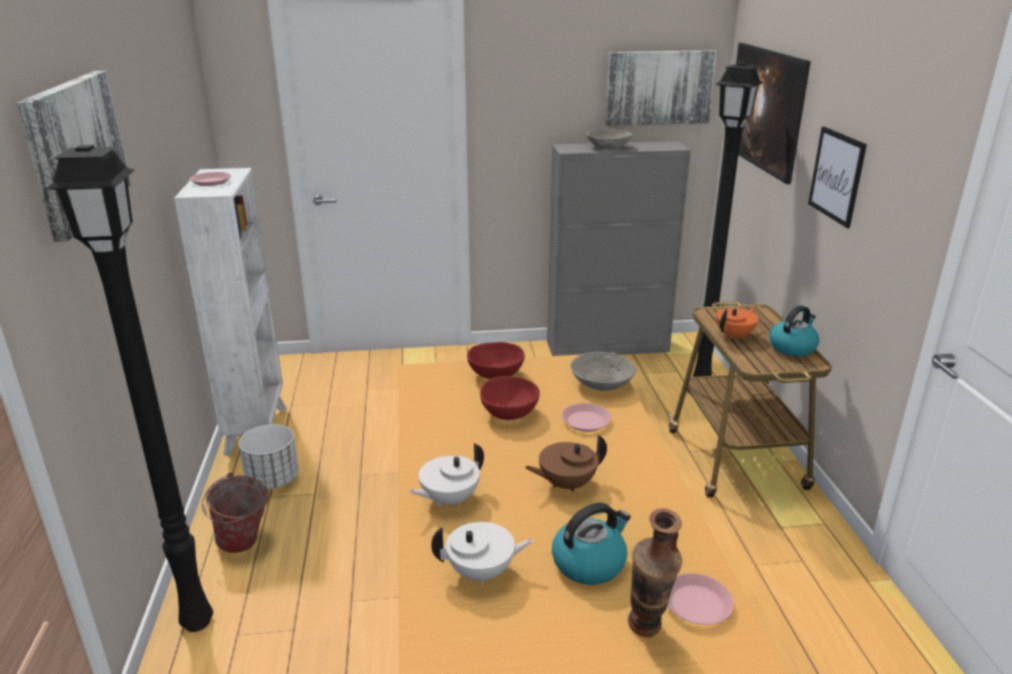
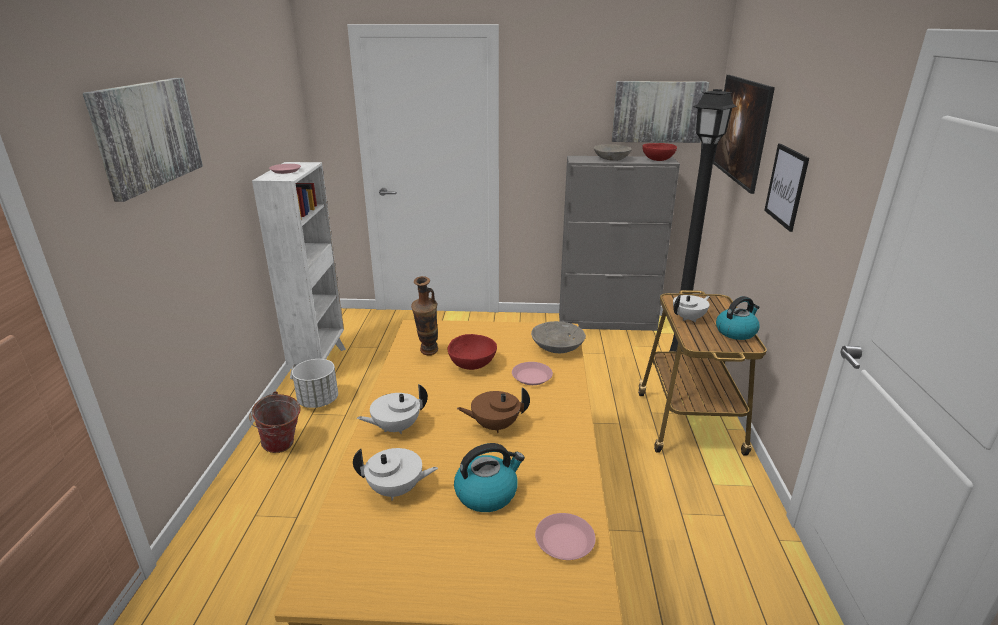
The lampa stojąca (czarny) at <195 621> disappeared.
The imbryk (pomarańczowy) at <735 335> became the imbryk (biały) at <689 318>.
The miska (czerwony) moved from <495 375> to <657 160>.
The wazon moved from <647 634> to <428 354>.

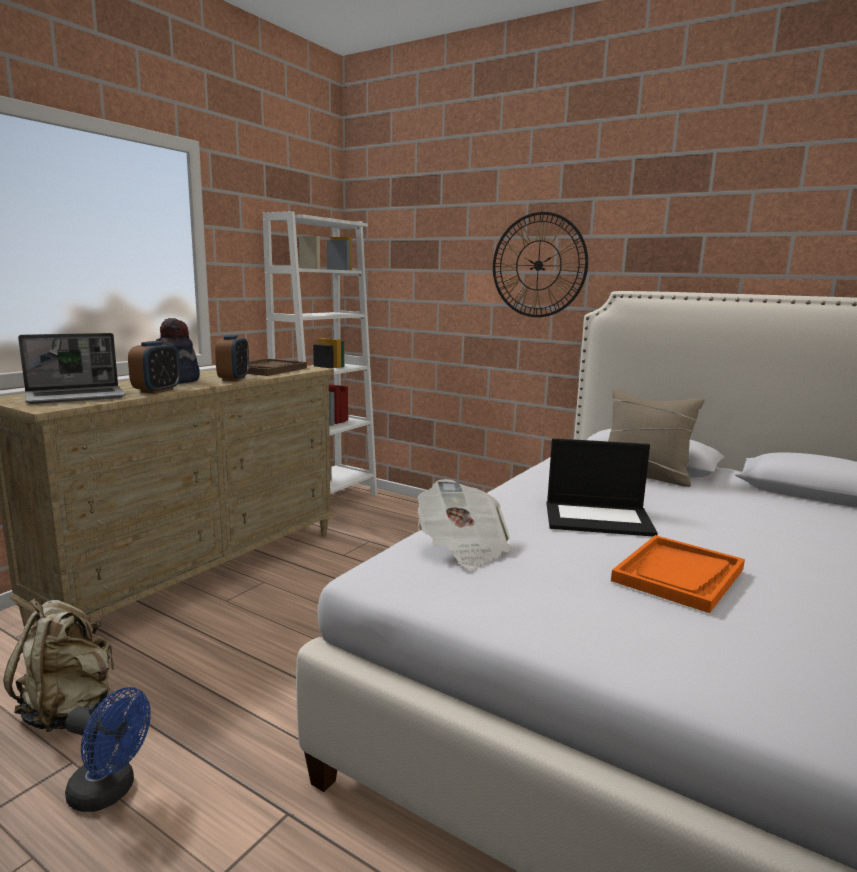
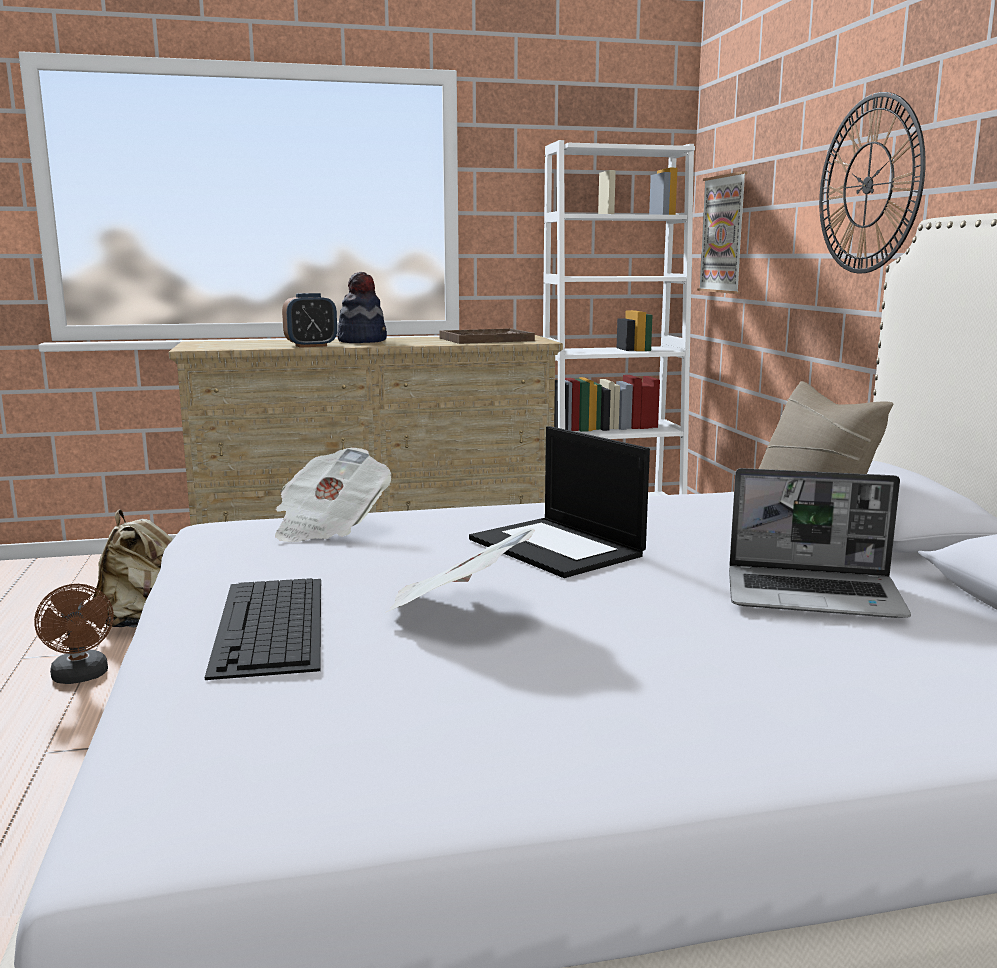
The laptop moved from <77 397> to <815 595>.
The budzik at <234 379> disappeared.
The taca (pomarańczowy) at <678 575> was replaced by the gazeta at <456 609>.
The wentylator (niebieski) at <110 791> became the wentylator (brązowy) at <81 677>.
The obraz at <723 234> appeared.
The klawiatura at <271 625> appeared.

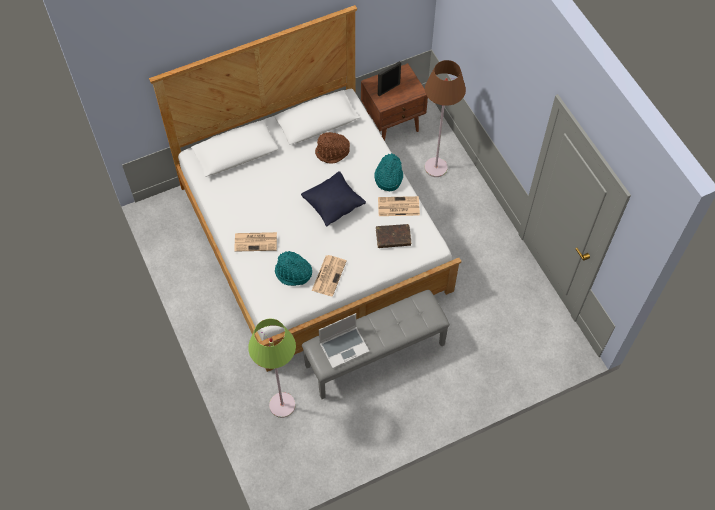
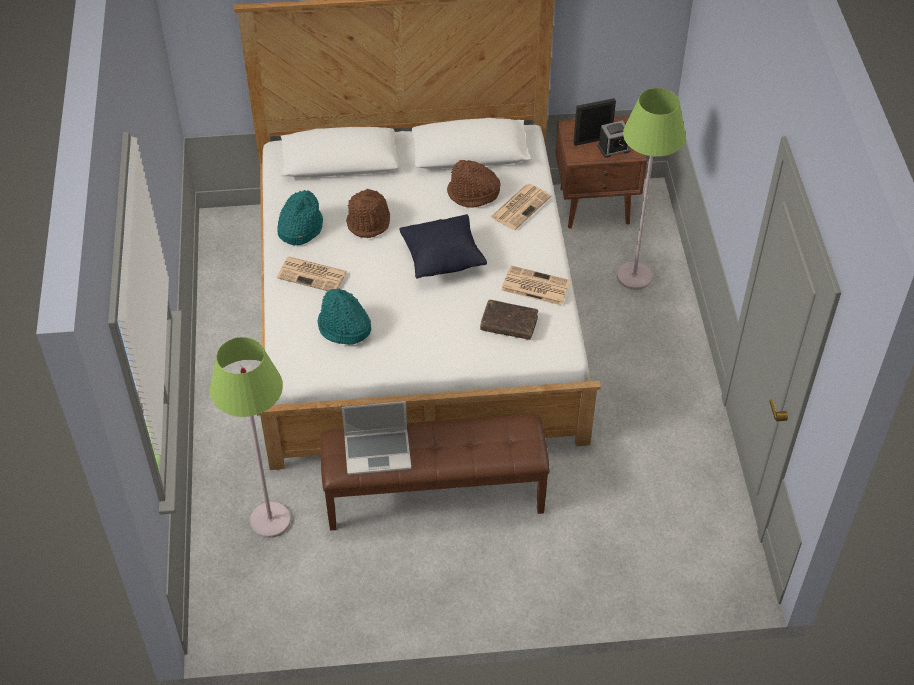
The lampa stojąca (brązowy) at <435 167> became the lampa stojąca (zielony) at <634 276>.
The kapelusz (turkusowy) moved from <388 177> to <300 228>.
The gazeta moved from <329 275> to <521 206>.
The ławka (szary) at <375 354> became the ławka (brązowy) at <435 494>.
The budzik at <613 148> appeared.
The kapelusz (brązowy) at <369 221> appeared.

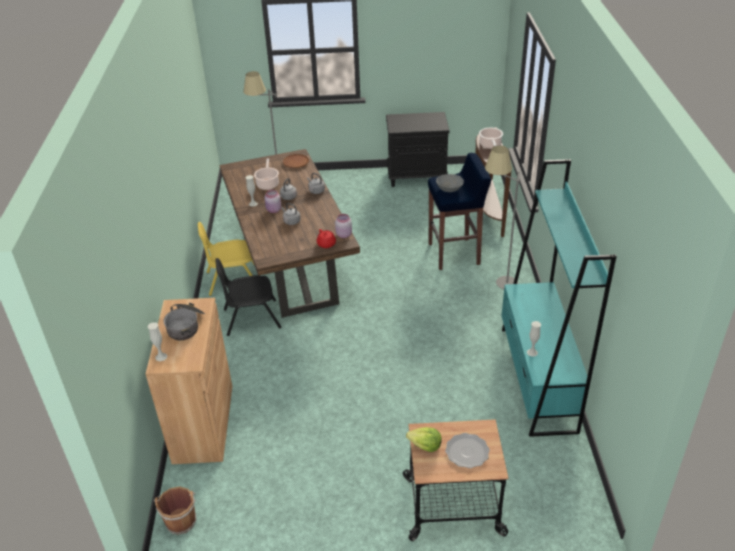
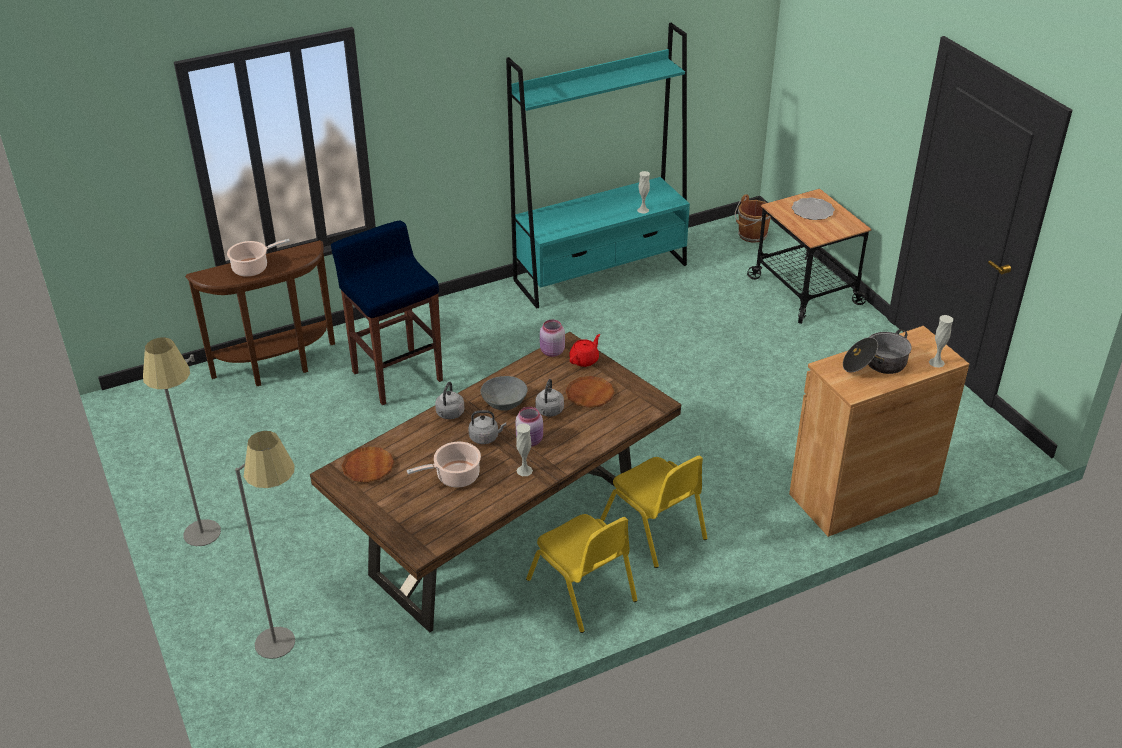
The szafka nocna (czarny) at <417 176> disappeared.
The lampa stojąca (szary) moved from <497 284> to <208 543>.
The miska (szary) moved from <449 189> to <505 402>.
The krzesło (czarny) at <251 318> became the krzesło (żółty) at <654 529>.
The sałata at <425 446> disappeared.
The wiadro (brązowy) moved from <180 520> to <751 235>.
The talerz (brązowy) at <589 395> appeared.

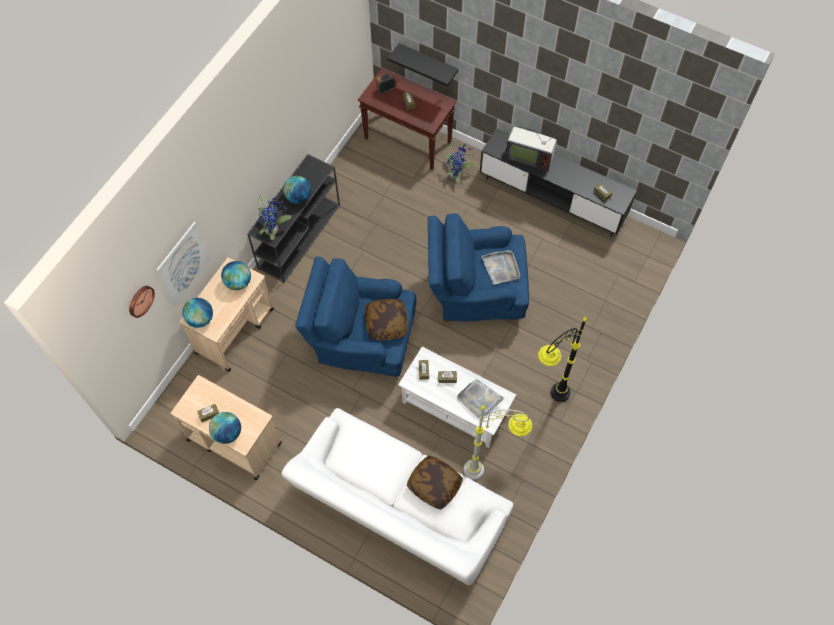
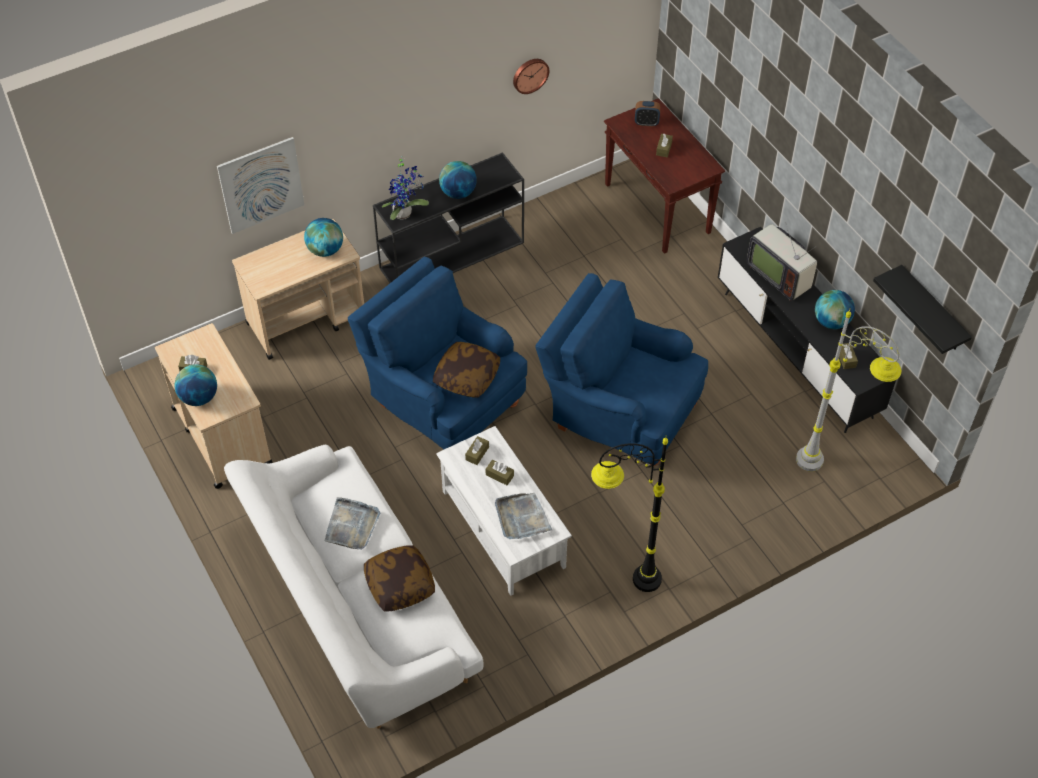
The półka (czarny) moved from <428 63> to <932 310>.
The roślina doniczkowa at <456 174> disappeared.
The taca (szary) moved from <501 268> to <352 525>.
The zegar ścienny moved from <140 300> to <530 75>.
The globus moved from <200 319> to <831 322>.
The lampa stojąca (szary) moved from <491 471> to <830 471>.

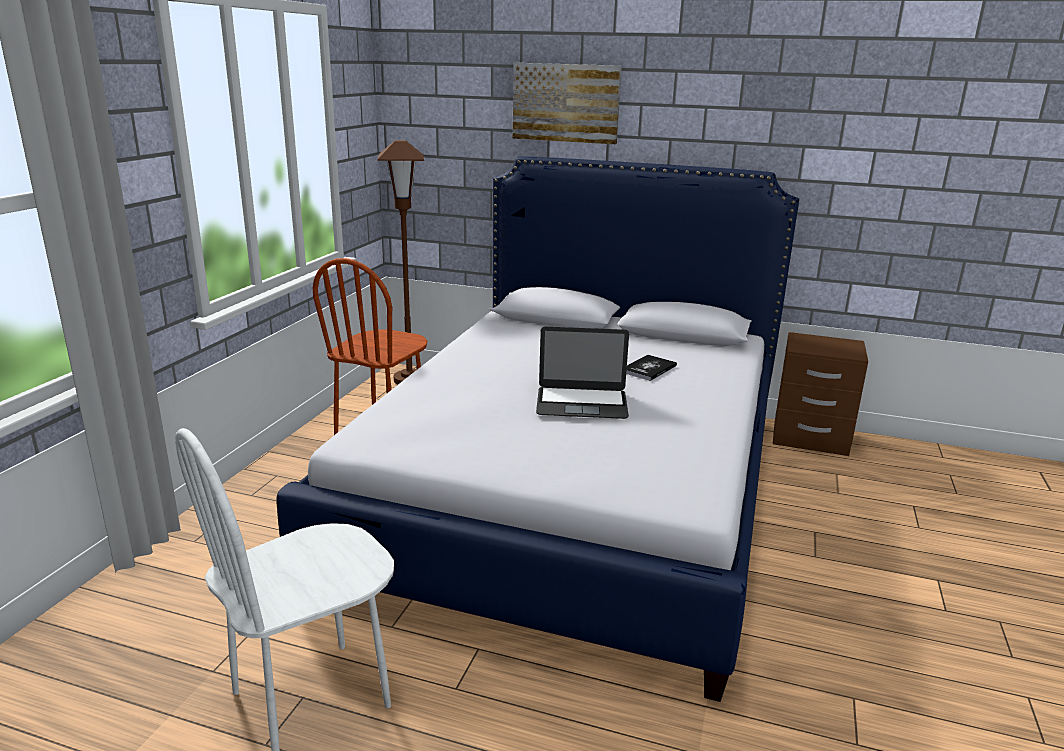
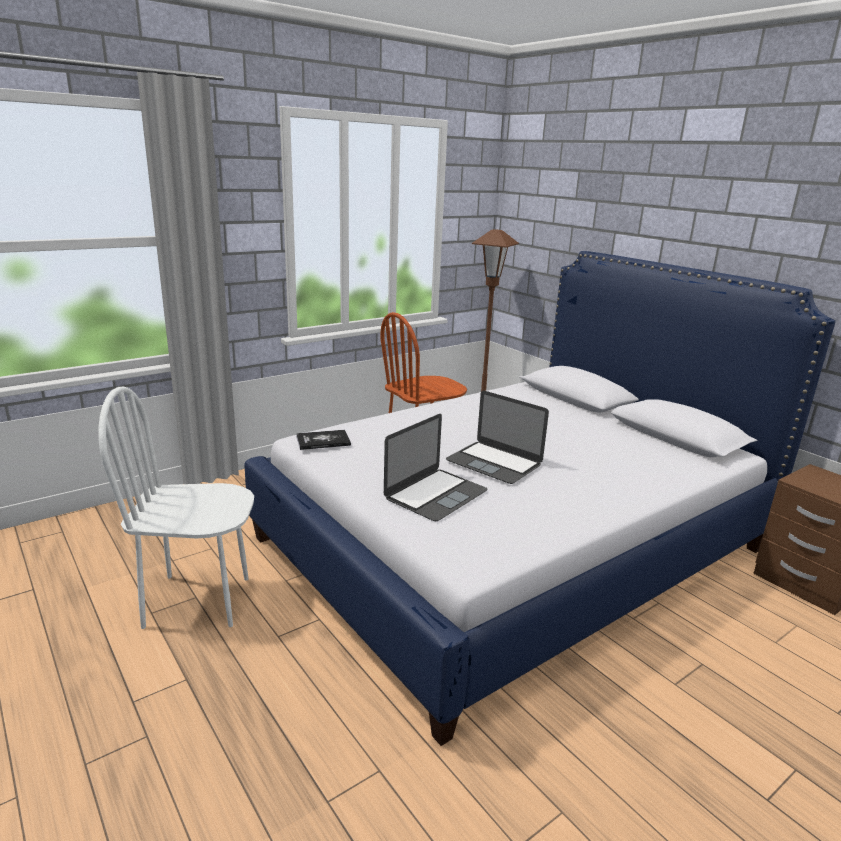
The obraz at <566 103> disappeared.
The książka moved from <649 369> to <323 441>.
The laptop at <436 494> appeared.

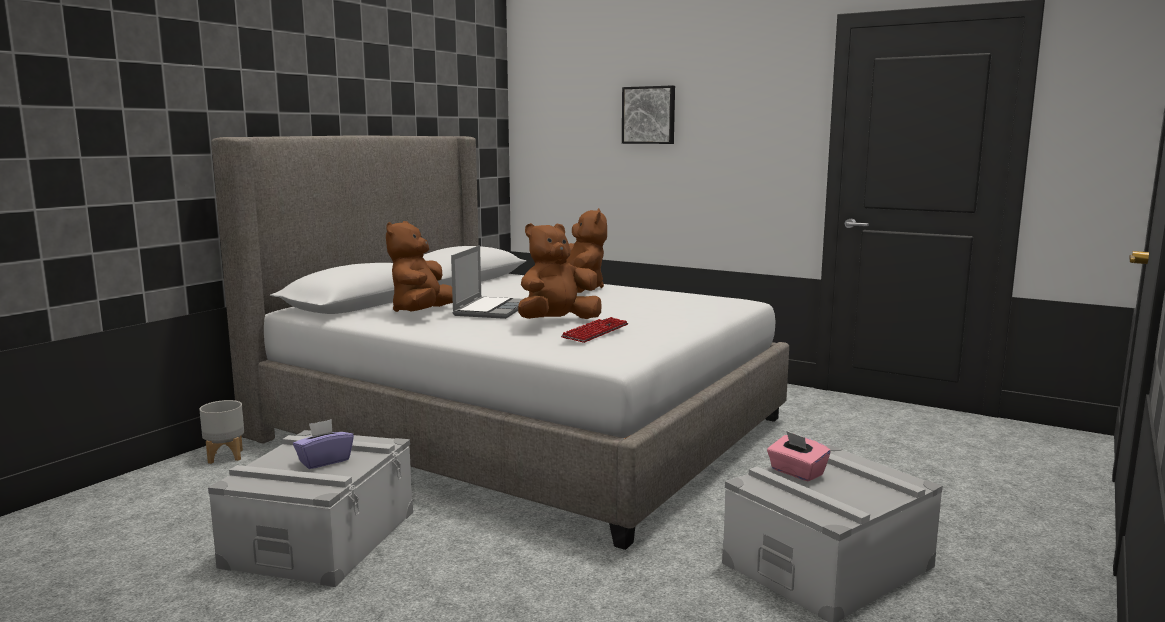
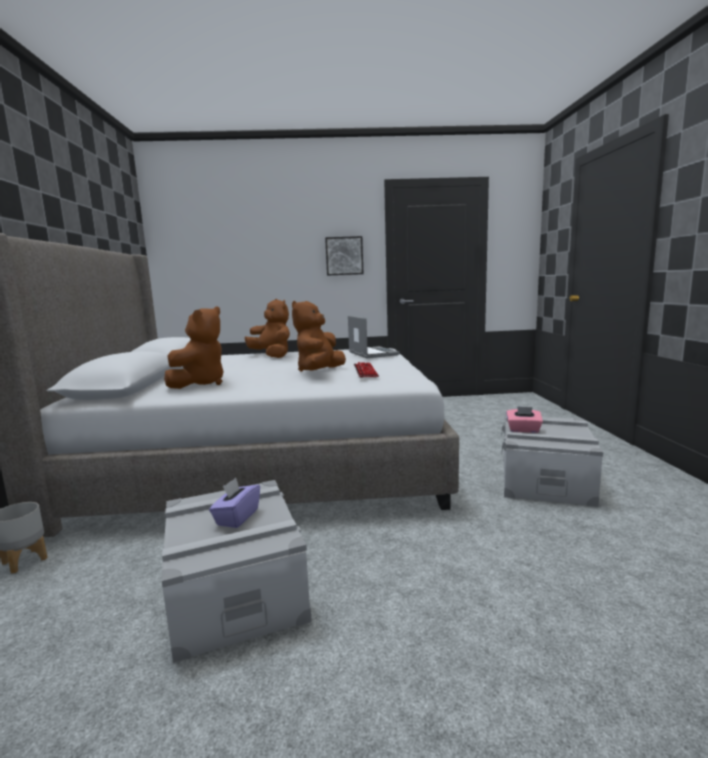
The obraz moved from <649 115> to <344 256>.
The pluszak (brązowy) at <421 312> turned 135 degrees counterclockwise.
The laptop moved from <491 309> to <372 353>.

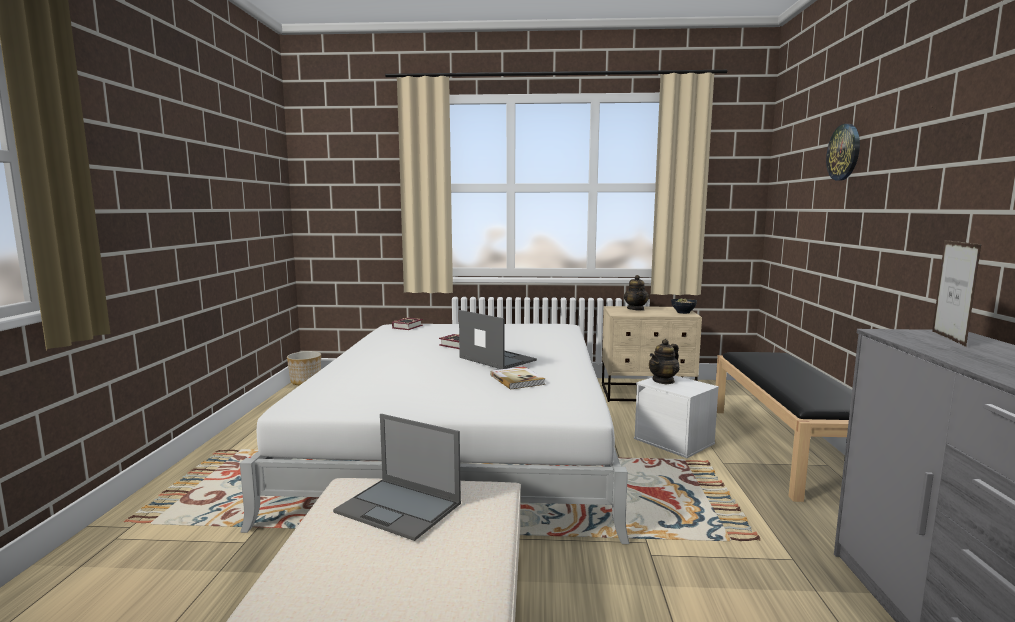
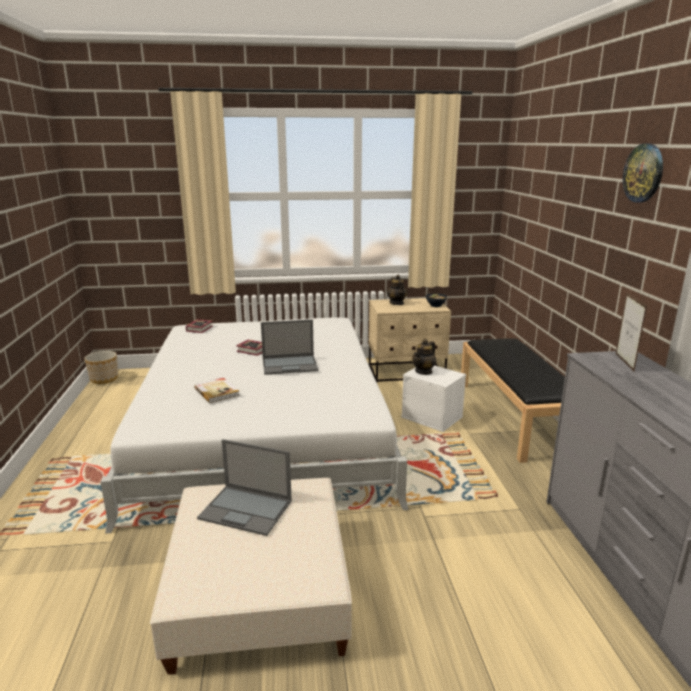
The zegar ścienny moved from <844 152> to <643 173>.
The laptop at <496 359> turned 135 degrees clockwise.
The książka moved from <517 380> to <217 391>.

